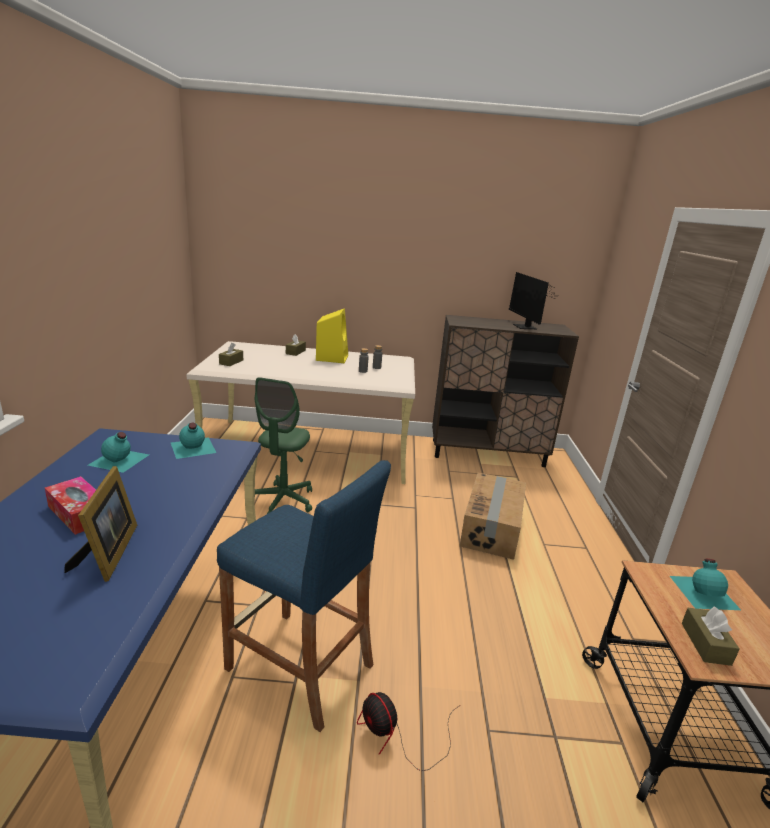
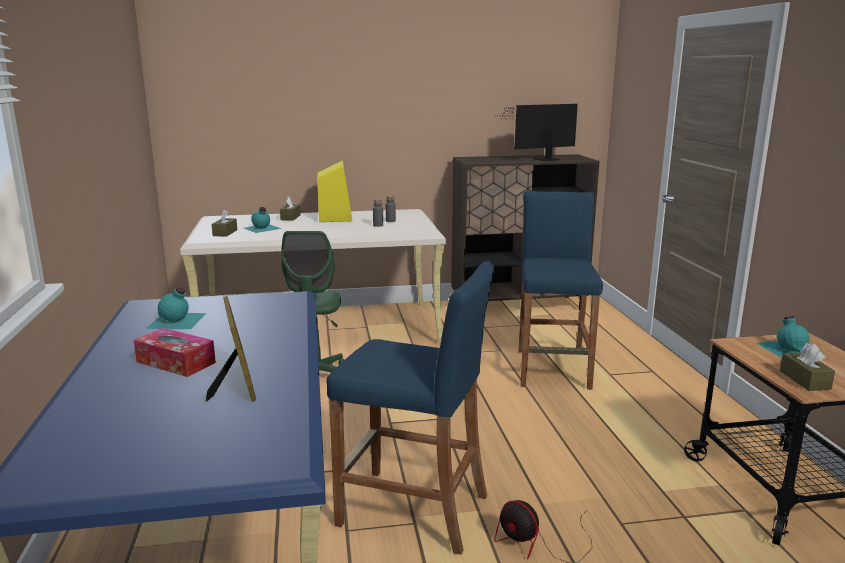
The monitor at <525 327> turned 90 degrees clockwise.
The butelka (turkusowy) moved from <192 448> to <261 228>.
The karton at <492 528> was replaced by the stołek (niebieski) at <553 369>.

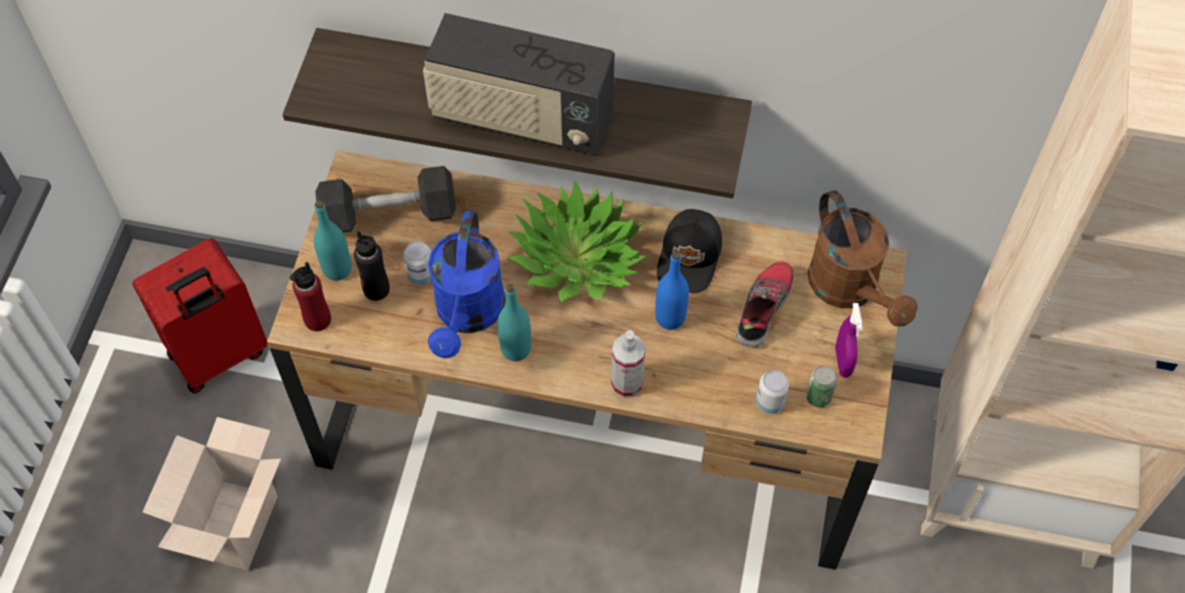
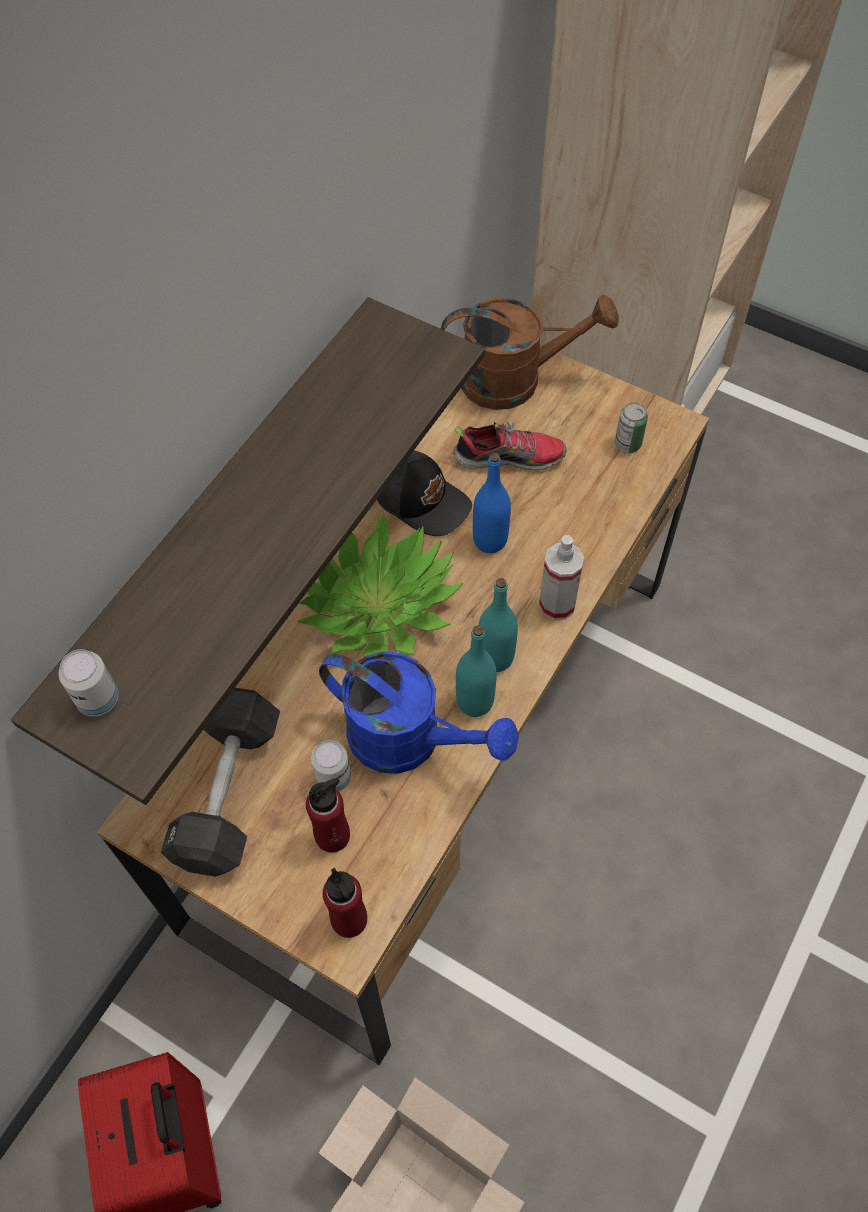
The radio at <521 118> disappeared.
The butelka (turkusowy) moved from <337 269> to <495 657>.
The butelka (czarny) at <376 289> became the butelka (czerwony) at <332 835>.
The but at <763 308> turned 135 degrees clockwise.
The spryskiwacz (fioletowy) at <843 362> disappeared.
The puszka moved from <769 403> to <98 699>.

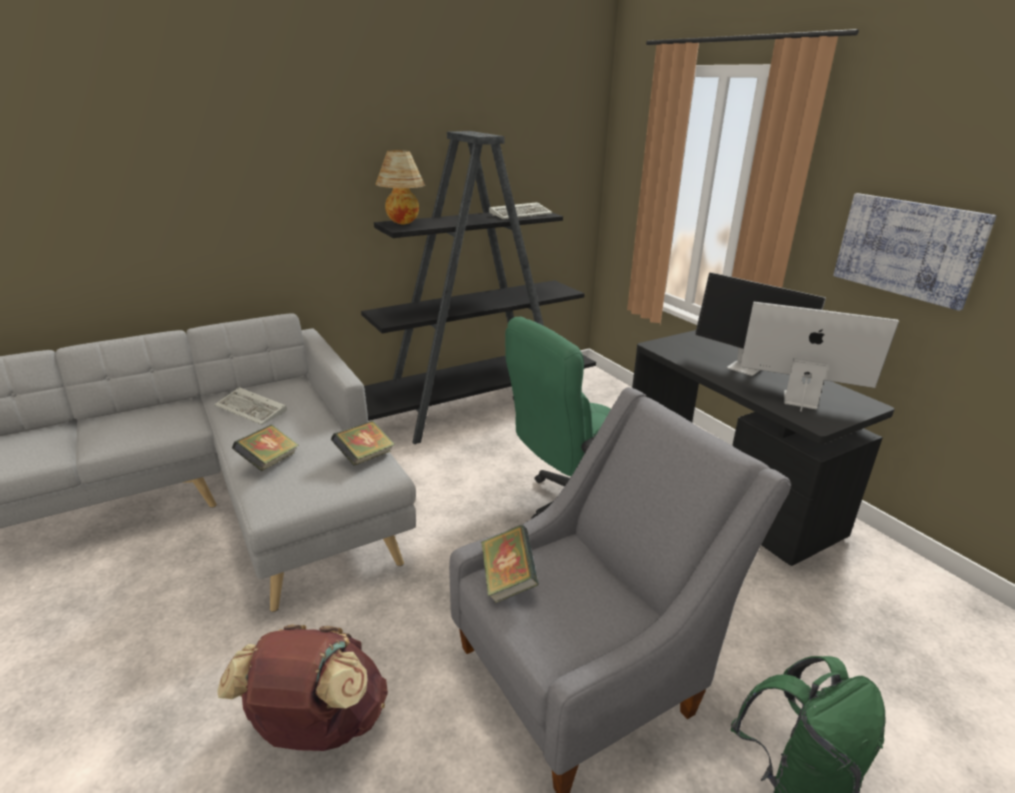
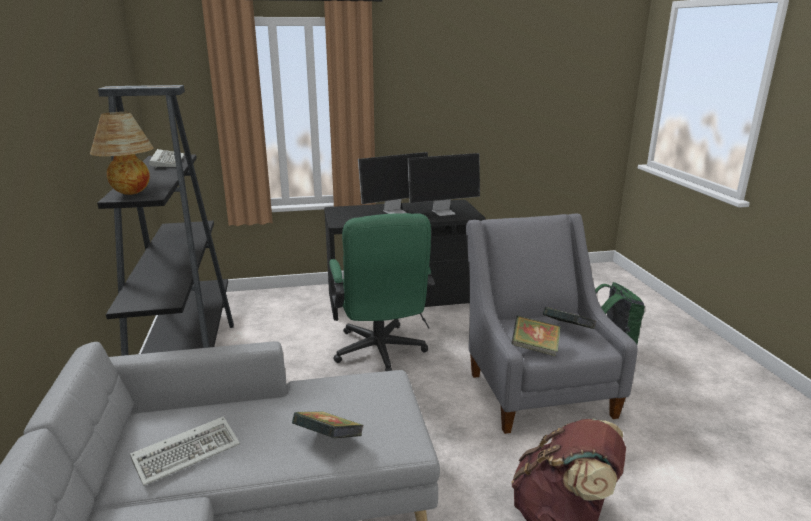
The obraz at <907 248> disappeared.
The monitor at <798 400> turned 150 degrees counterclockwise.
The książka moved from <365 457> to <567 330>.

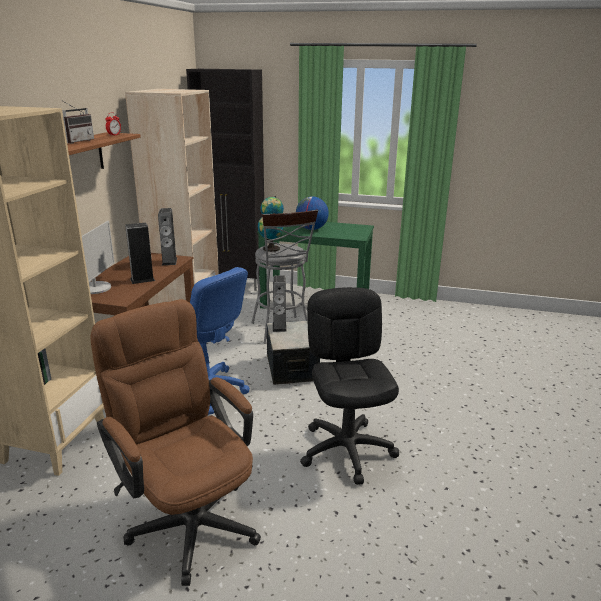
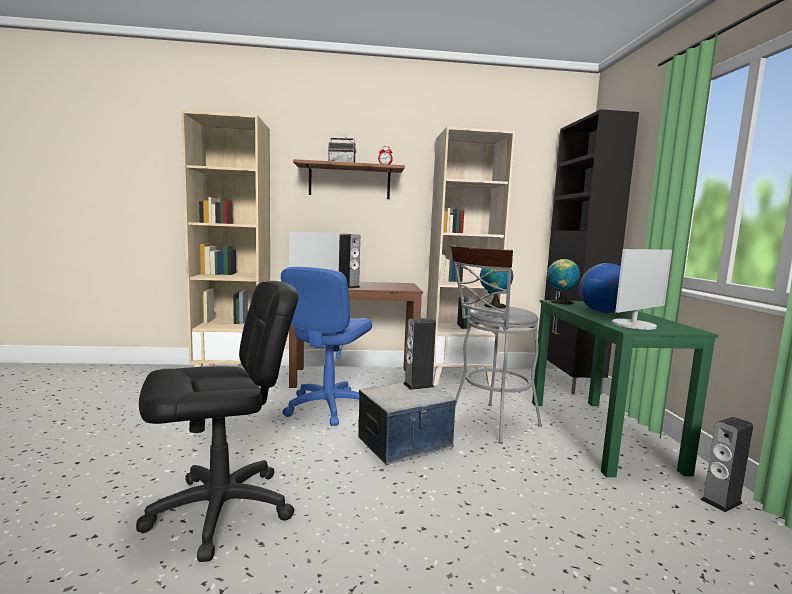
The głośnik moved from <169 261> to <721 501>.
The krzesło biurowe (brązowy) at <187 517> disappeared.
The monitor at <634 325> appeared.

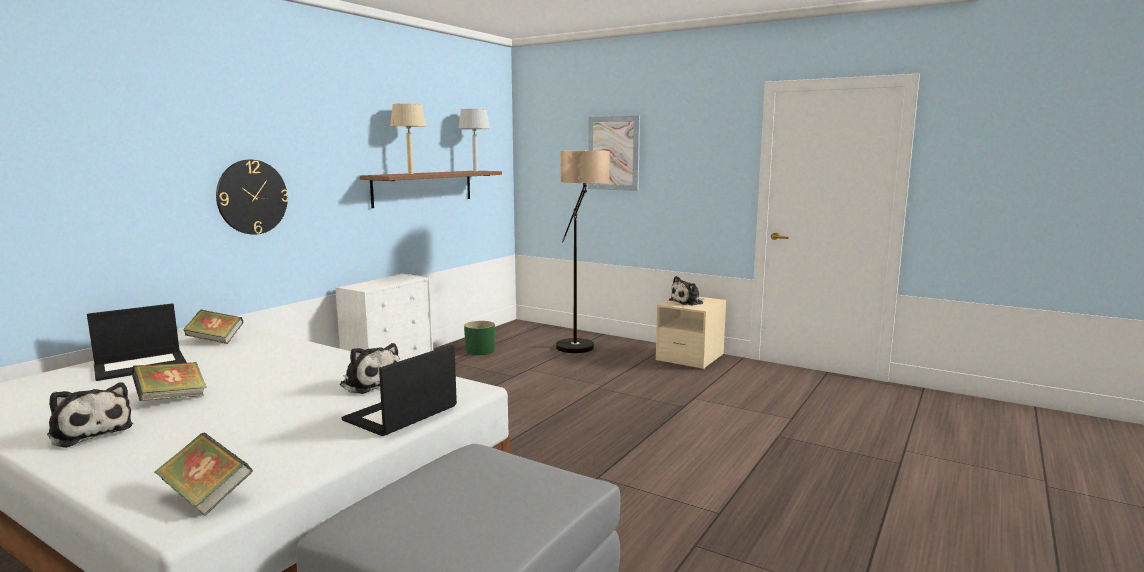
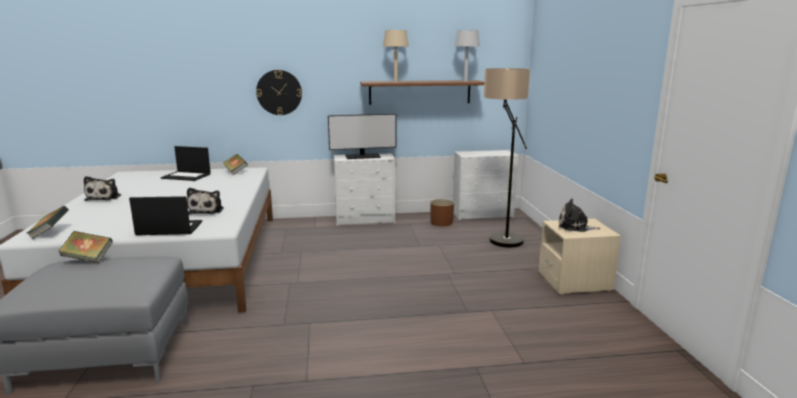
The obraz at <613 153> disappeared.
The donica (zielony) at <480 350> became the donica (brązowy) at <441 222>.
The książka moved from <172 399> to <88 259>.
The monitor at <362 156> appeared.
The komoda (biały) at <483 214> appeared.

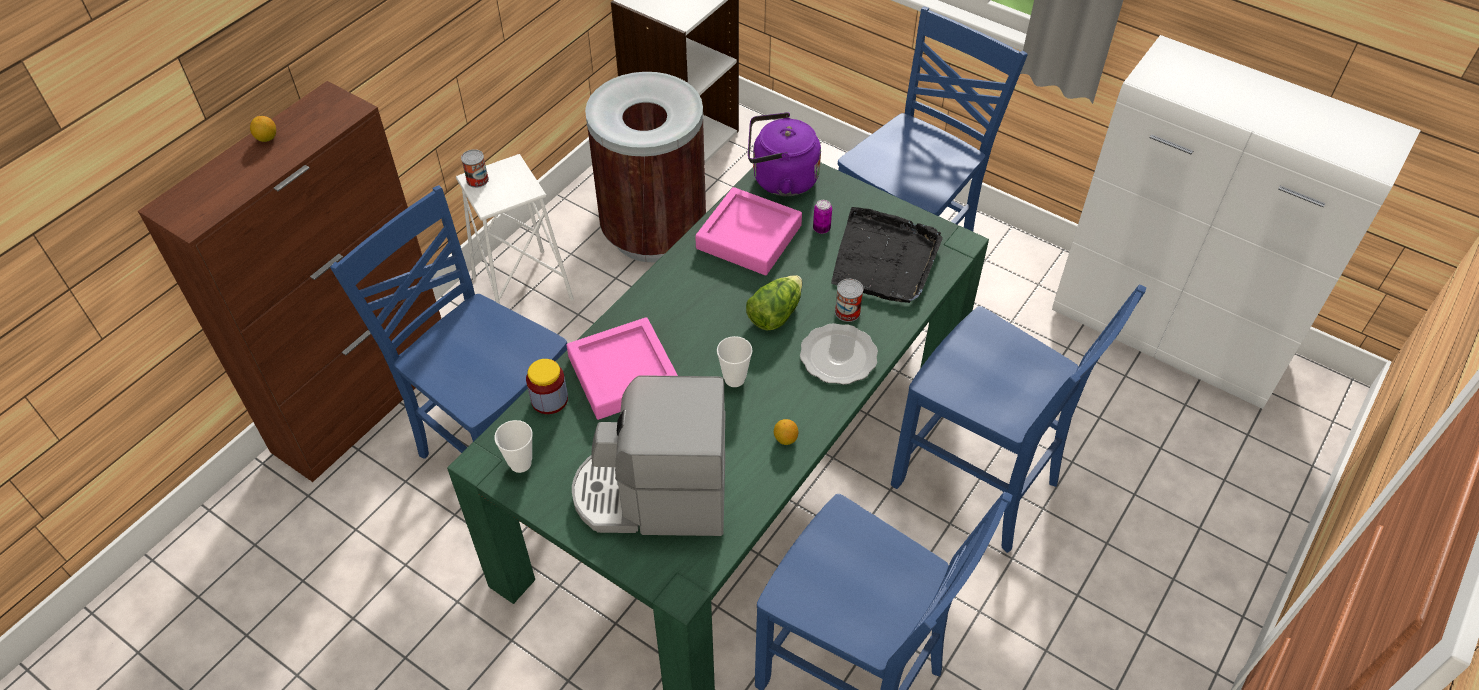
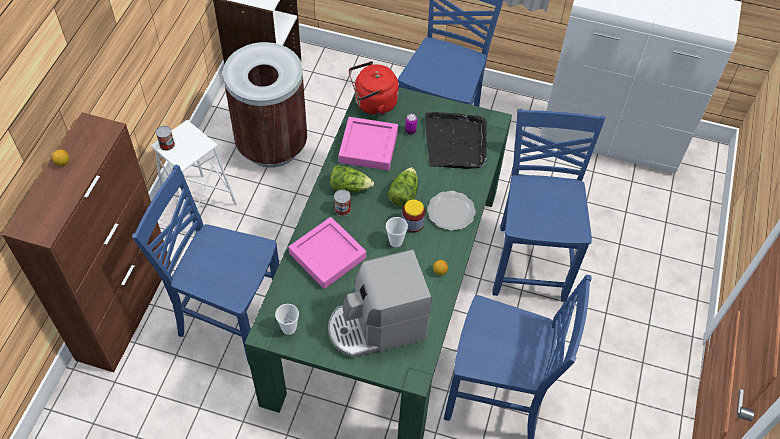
The czajnik (fioletowy) at <780 180> became the czajnik (czerwony) at <373 103>.
The puszka moved from <847 312> to <342 209>.
The krzesło (niebieski) at <978 484> turned 105 degrees counterclockwise.
The słoik moved from <549 399> to <412 223>.
The sałata at <349 187> appeared.

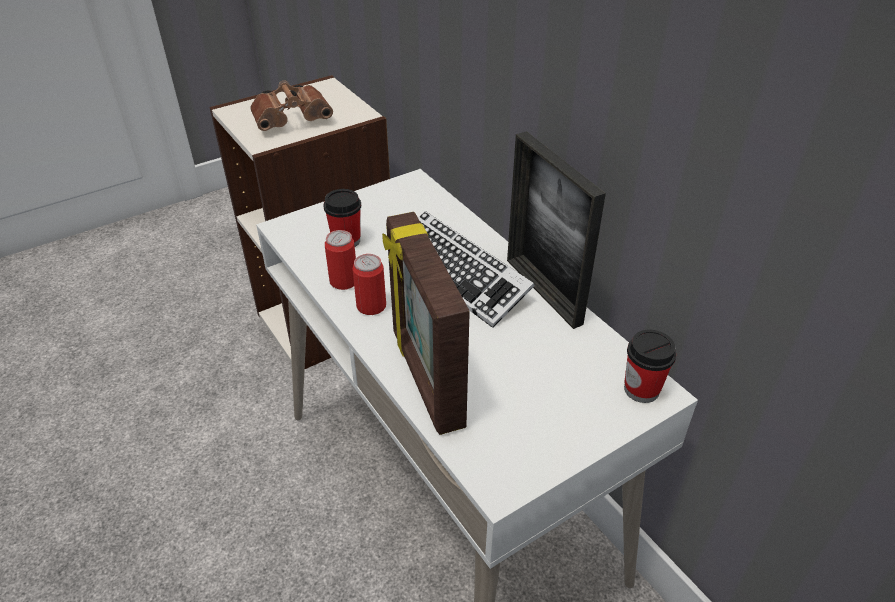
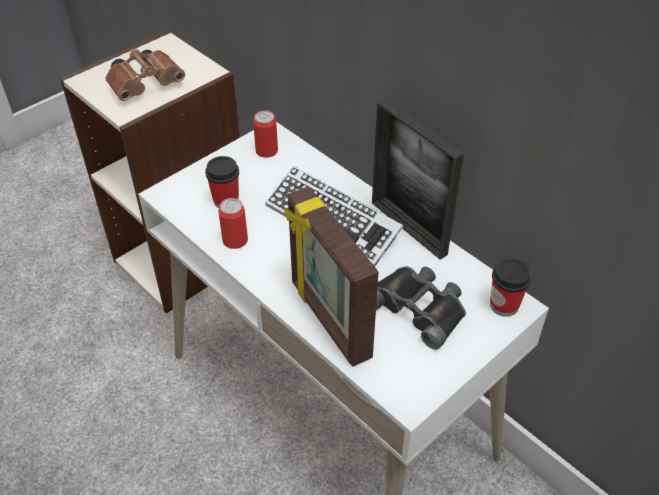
The puszka moved from <371 306> to <266 151>.
The lornetka (czarny) at <419 307> appeared.

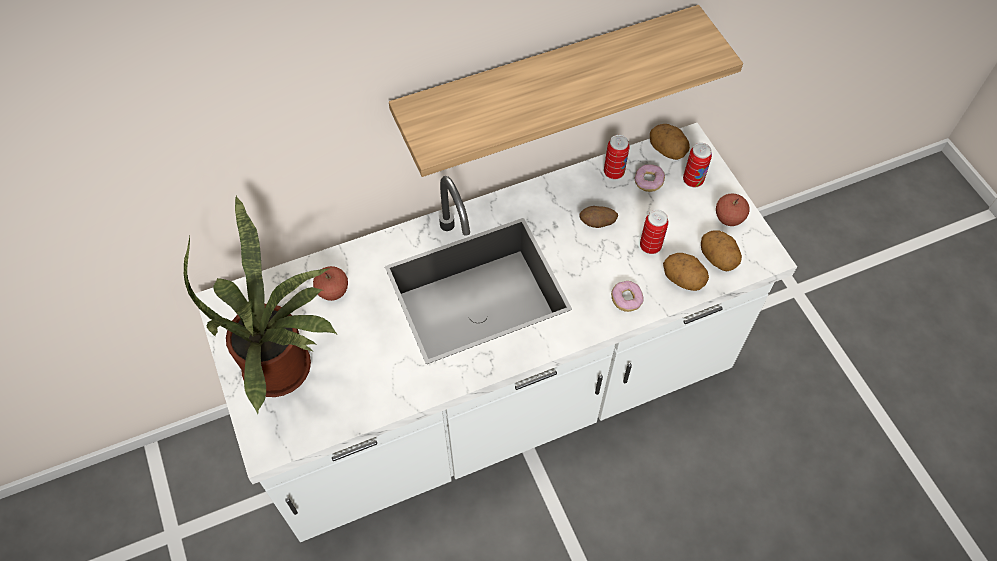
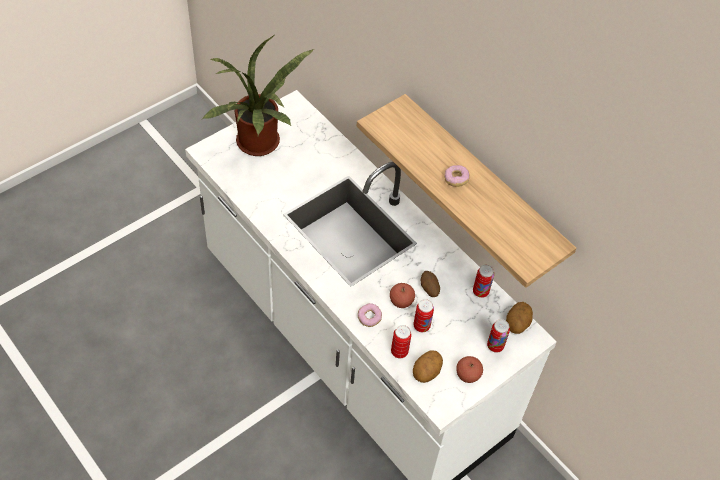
The donut moved from <648 182> to <456 179>.
The ziemniak at <683 280> was replaced by the puszka at <399 352>.
The jabłko moved from <333 292> to <401 302>.

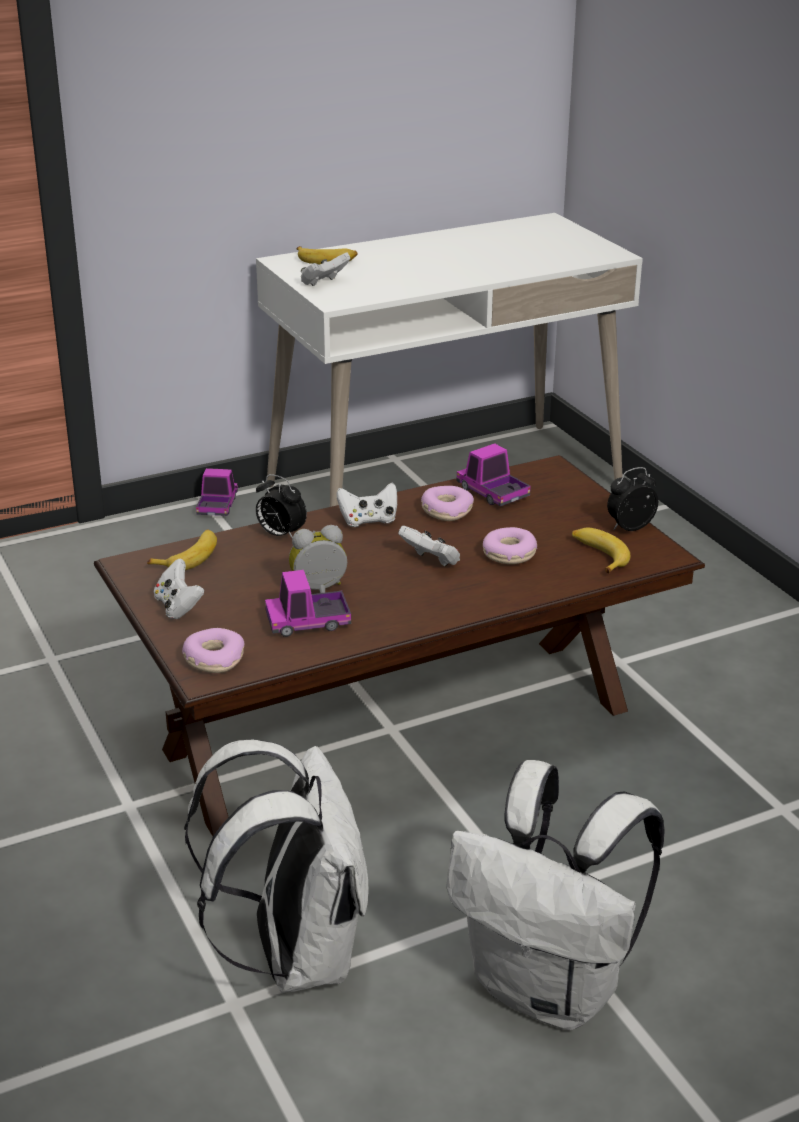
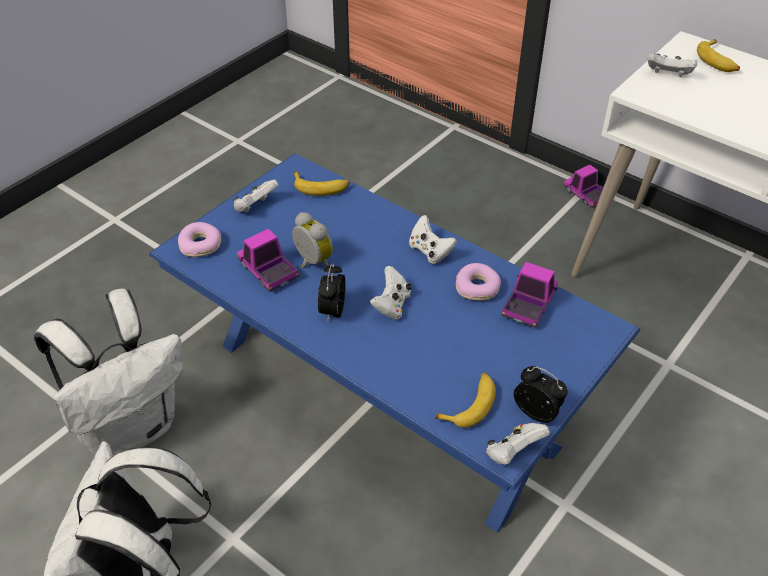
The ława (brązowy) at <398 731> became the ława (niebieski) at <382 394>.
The ciężarówka zabawkowa at <217 506> turned 105 degrees counterclockwise.
The budzik moved from <280 535> to <332 311>.
The donut at <509 554> disappeared.
The pad do gier (biały) at <513 453> appeared.

